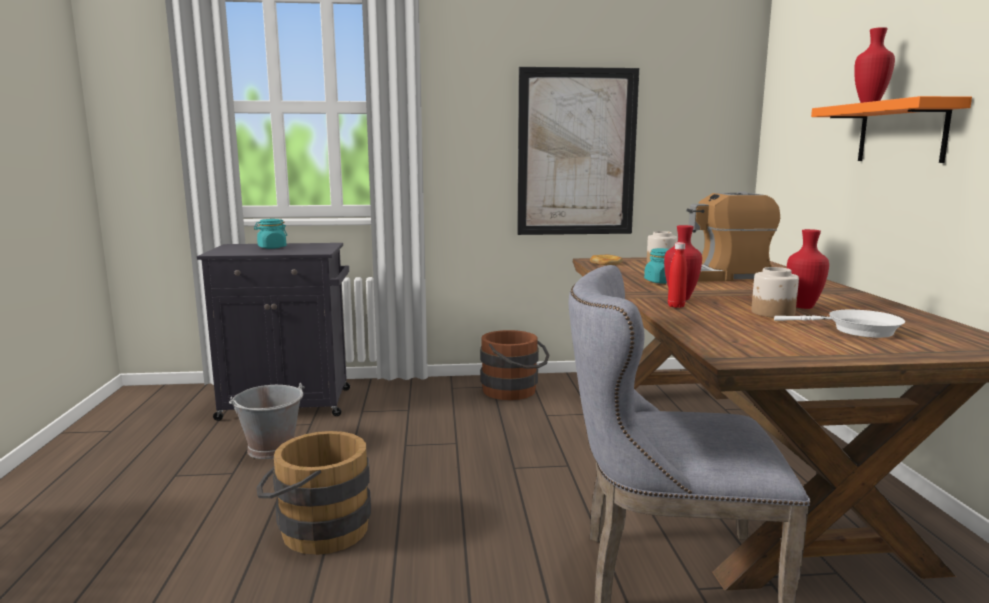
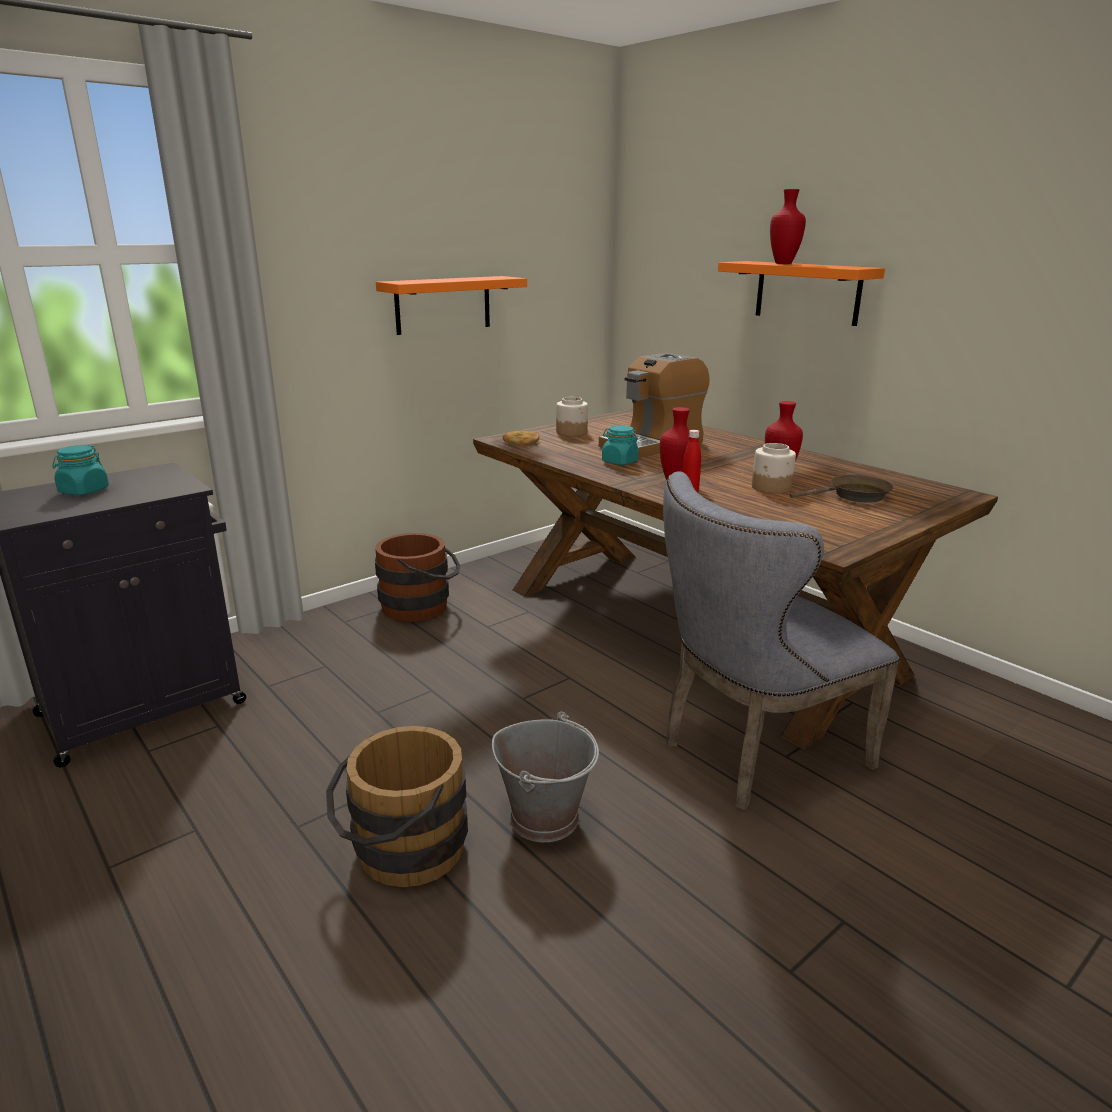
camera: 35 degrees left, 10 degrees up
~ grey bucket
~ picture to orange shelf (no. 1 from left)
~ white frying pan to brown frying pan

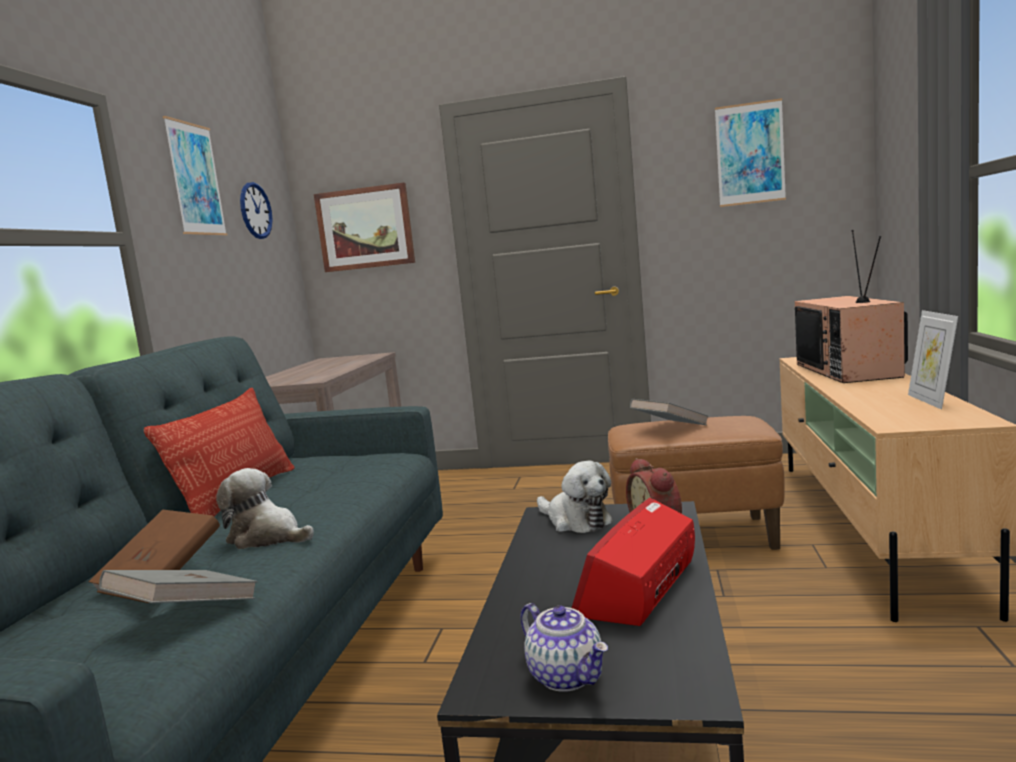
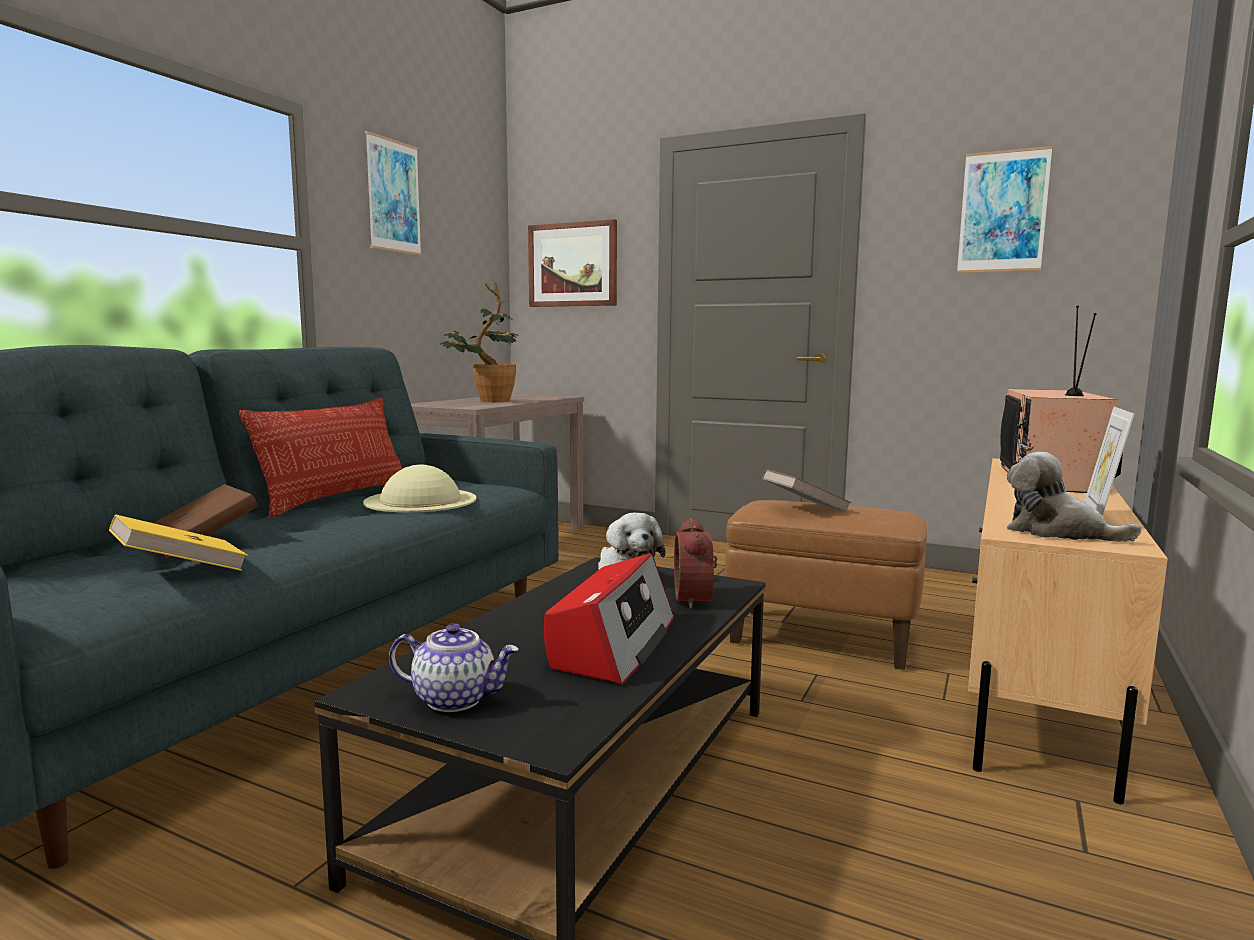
camera: 15 degrees right, 0 degrees up
~ grey book (no. 1 from left) to yellow book
~ plush toy (no. 1 from left in the first image) to plush toy (no. 2 from left)
- wall clock
~ teapot 60 degrees counterclockwise
~ radio 150 degrees clockwise
+ beige hat
+ potted plant

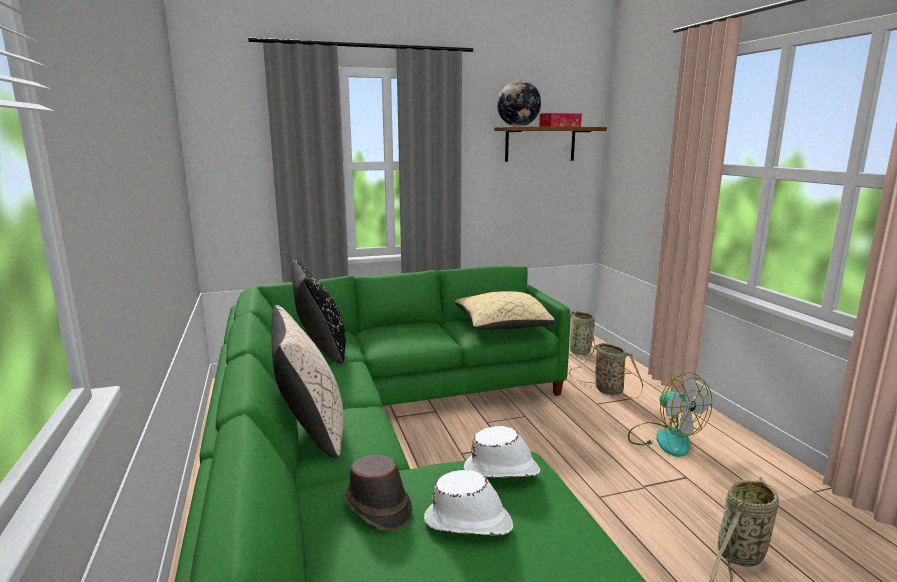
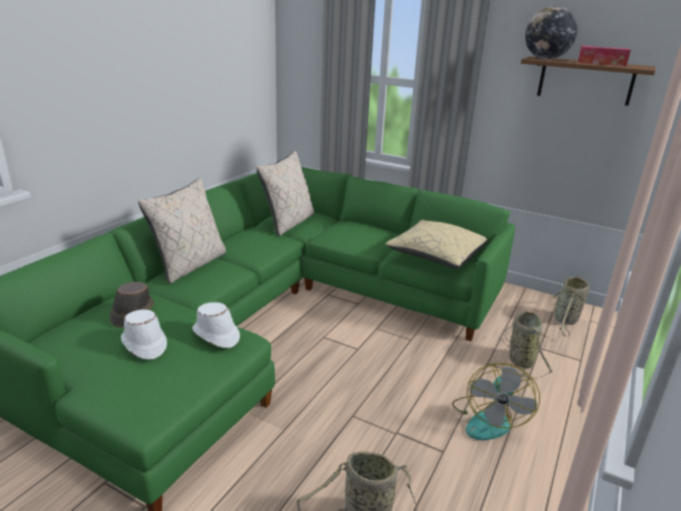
camera: 45 degrees right, 10 degrees up
~ black pillow to beige pillow (no. 2 from left)

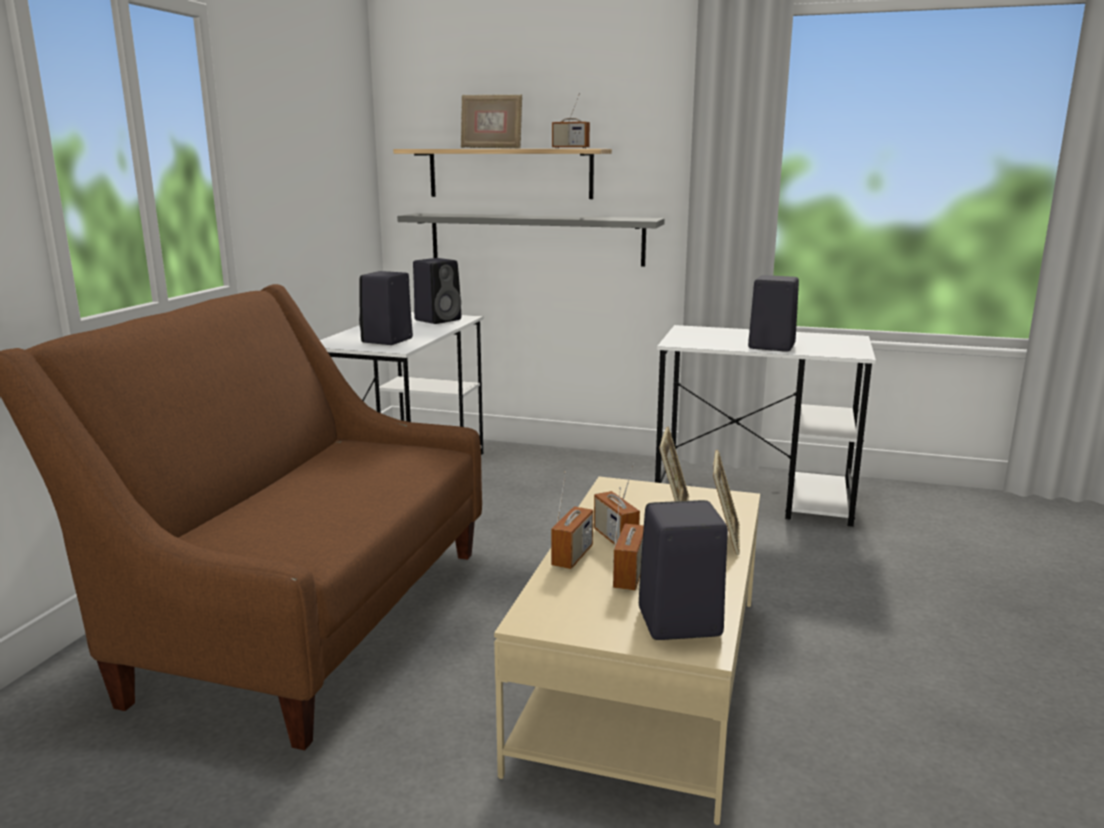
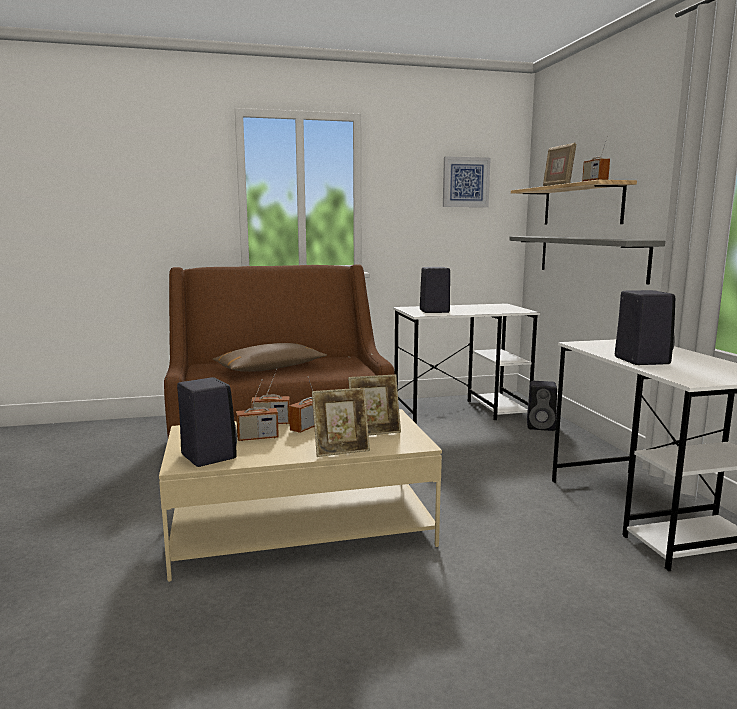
camera: 60 degrees right, 5 degrees down
~ black speaker (no. 2 from left in the first image) to black speaker (no. 3 from left)
+ brown pillow
+ picture

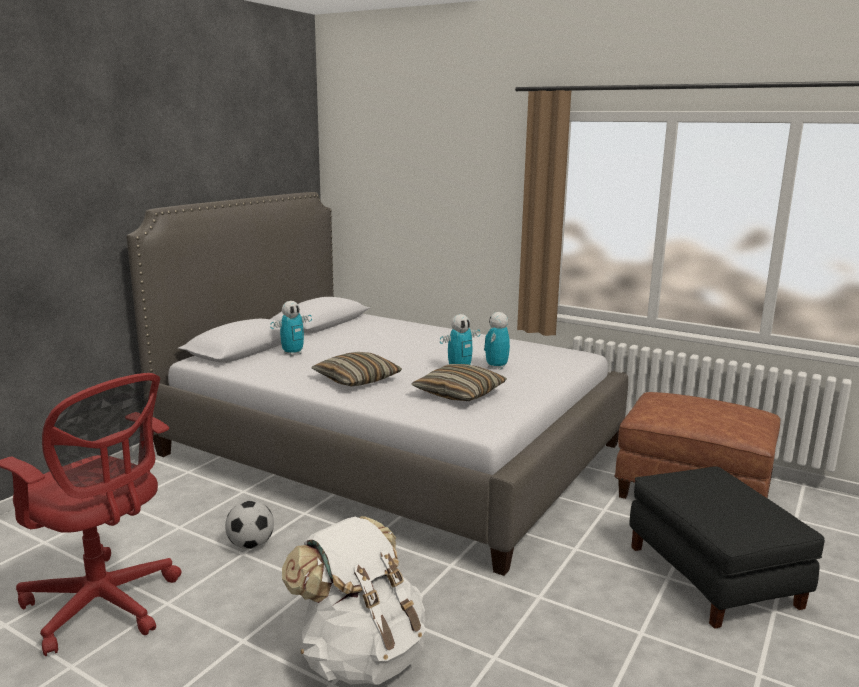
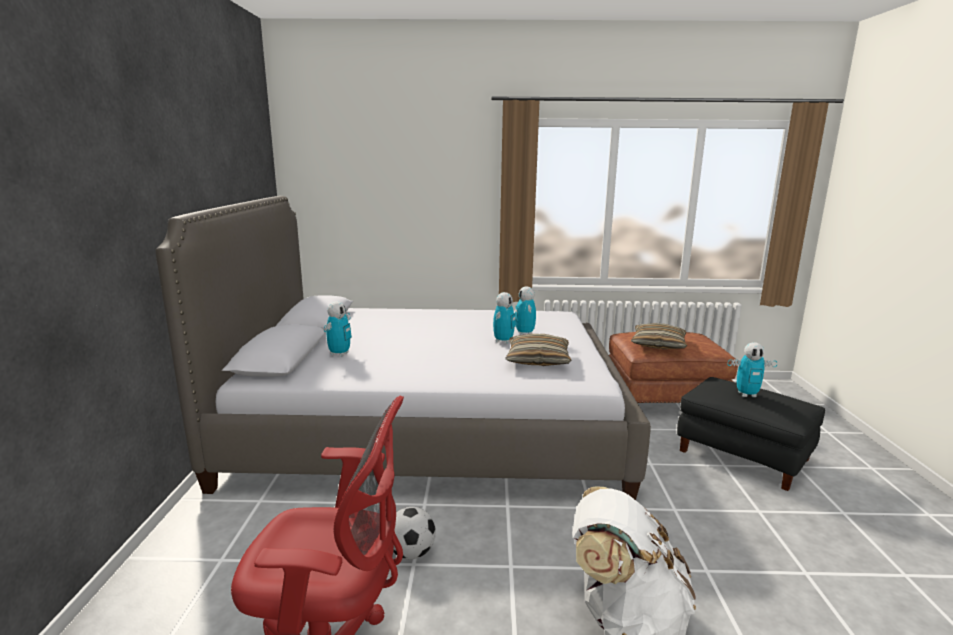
camera: 30 degrees left, 0 degrees up
~ pillow (no. 1 from left in the first image) to pillow (no. 2 from left)
+ toy robot (no. 4 from left)

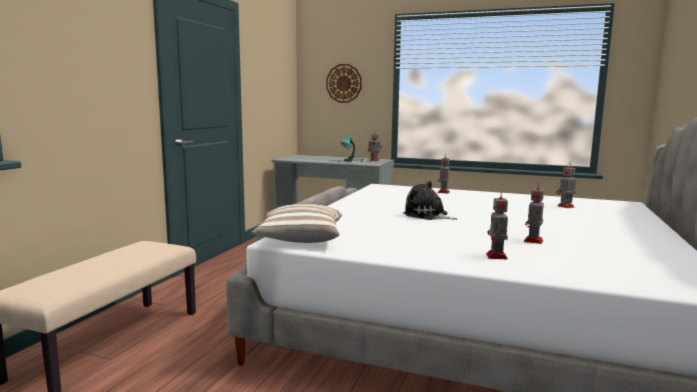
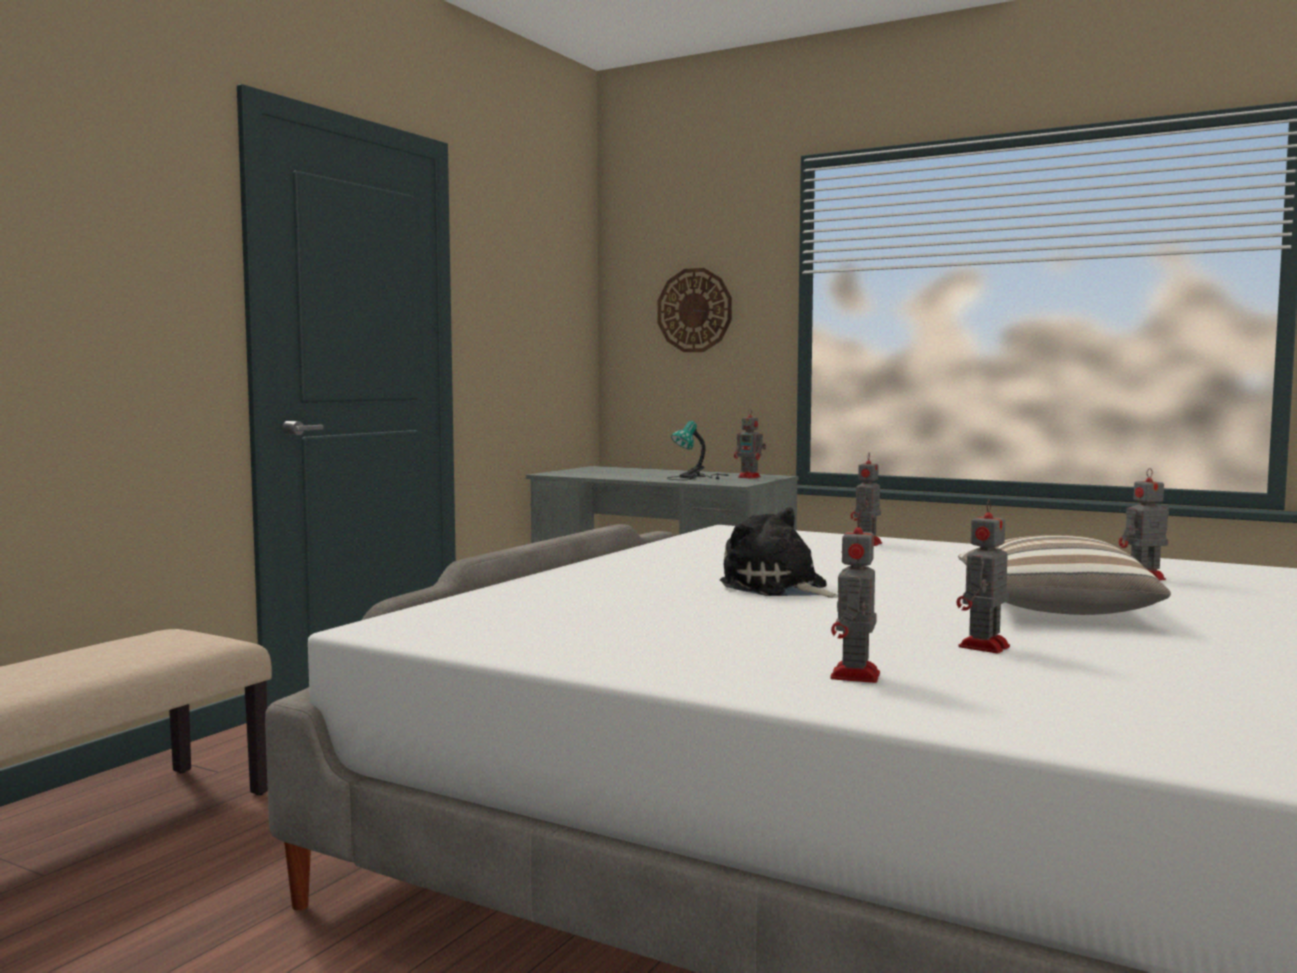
camera: 10 degrees right, 5 degrees down
~ pillow

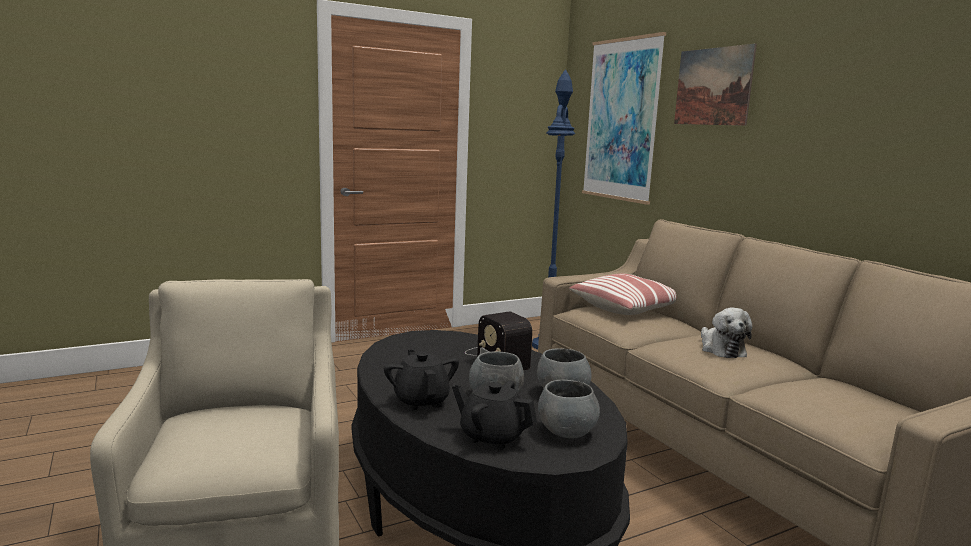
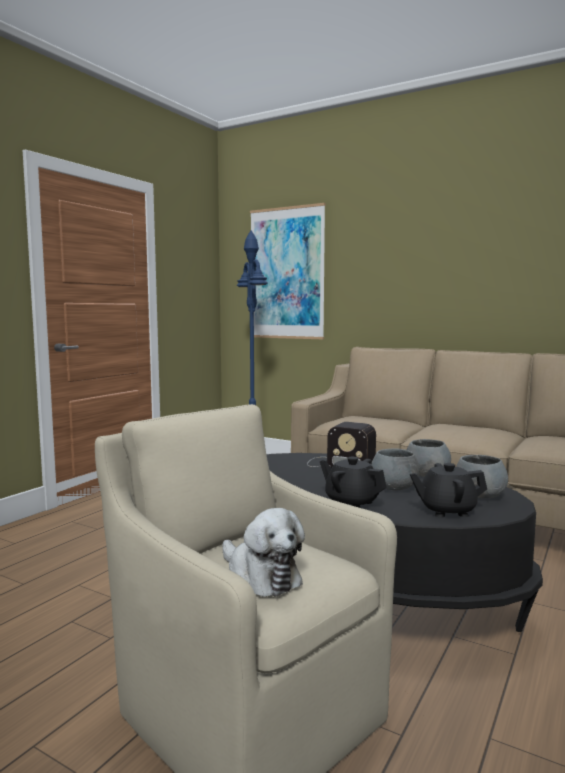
camera: 30 degrees left, 5 degrees down
- pillow
- picture (no. 2 from left)
~ plush toy

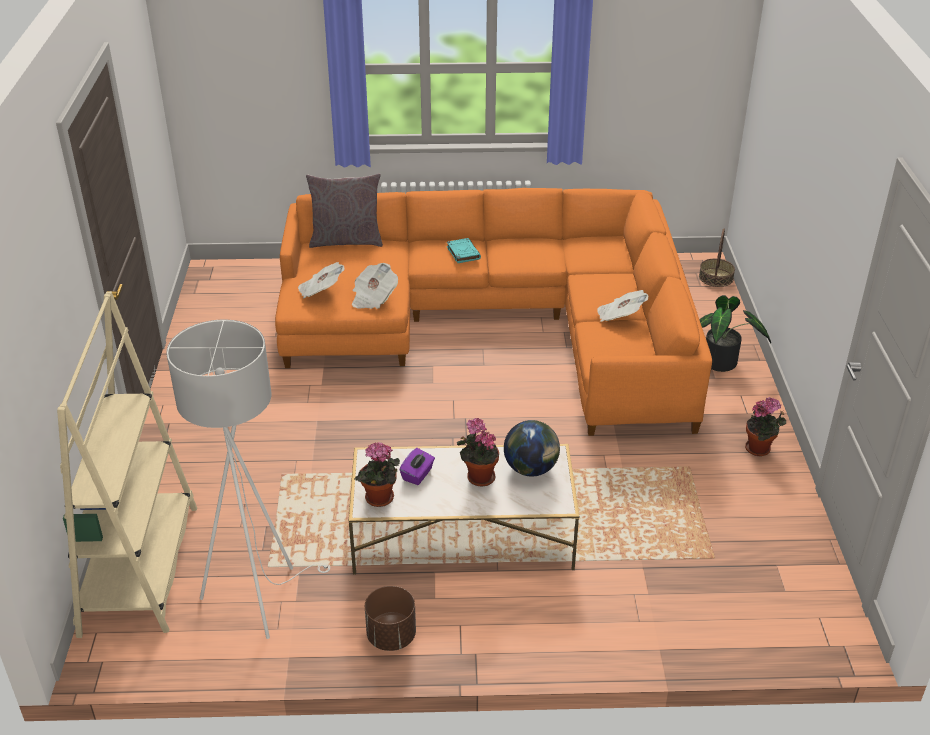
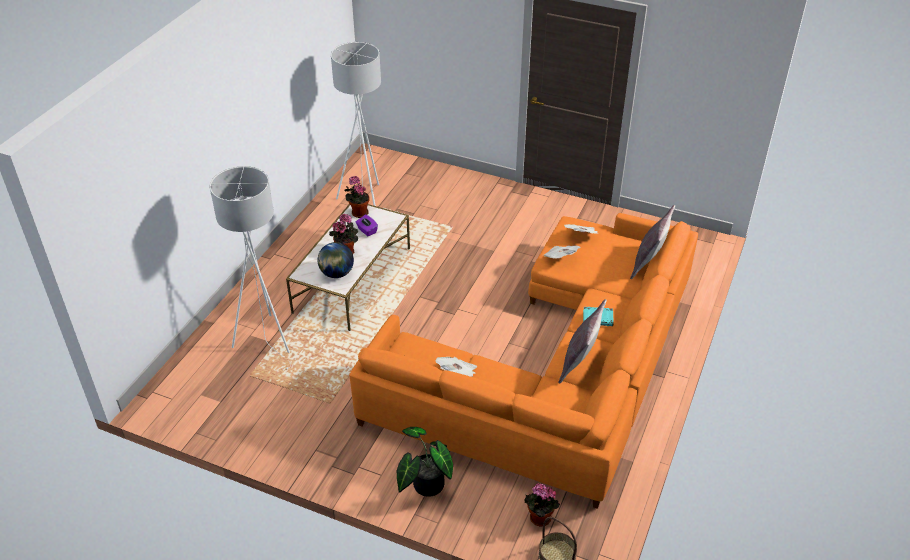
camera: 115 degrees right, 5 degrees up
- beige bookcase
- brown planter
~ potted plant (no. 4 from left)
+ white floor lamp (no. 1 from left)
+ grey pillow (no. 1 from left)

